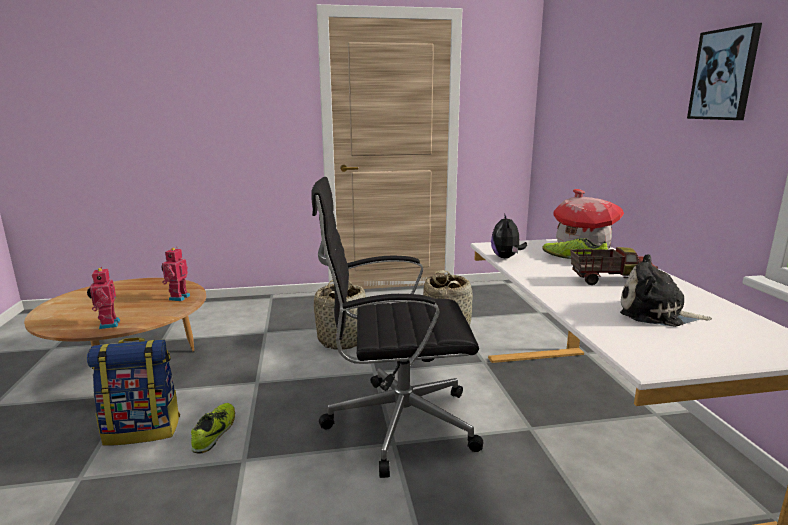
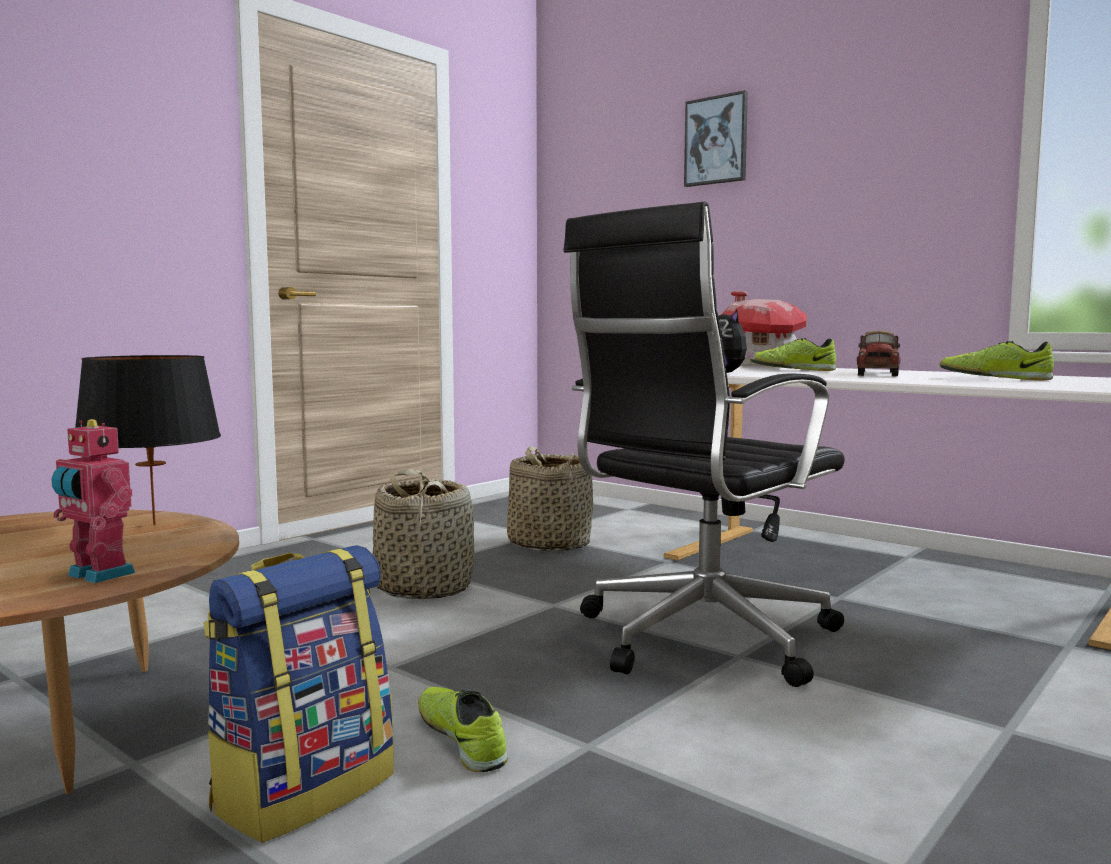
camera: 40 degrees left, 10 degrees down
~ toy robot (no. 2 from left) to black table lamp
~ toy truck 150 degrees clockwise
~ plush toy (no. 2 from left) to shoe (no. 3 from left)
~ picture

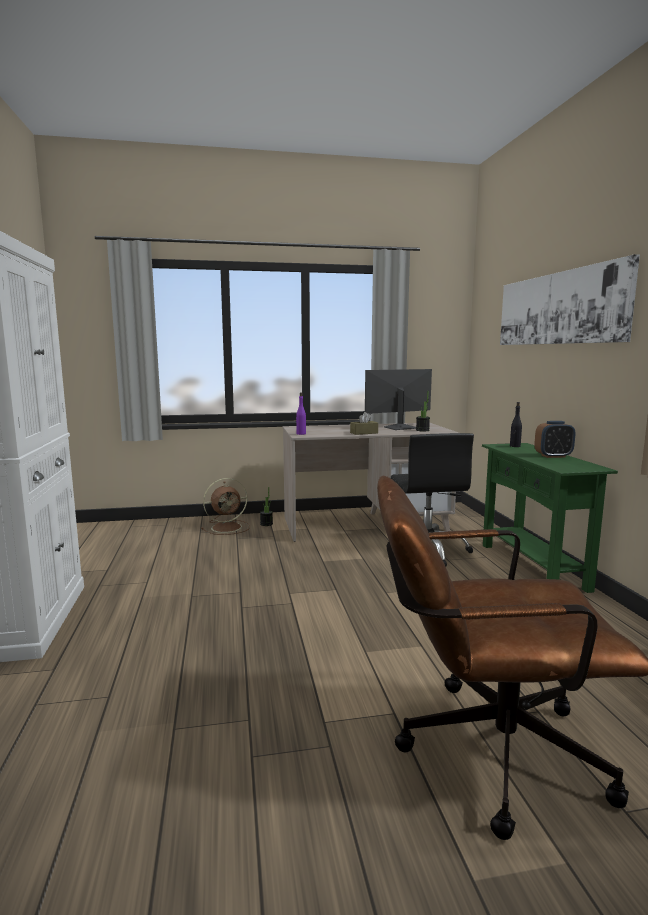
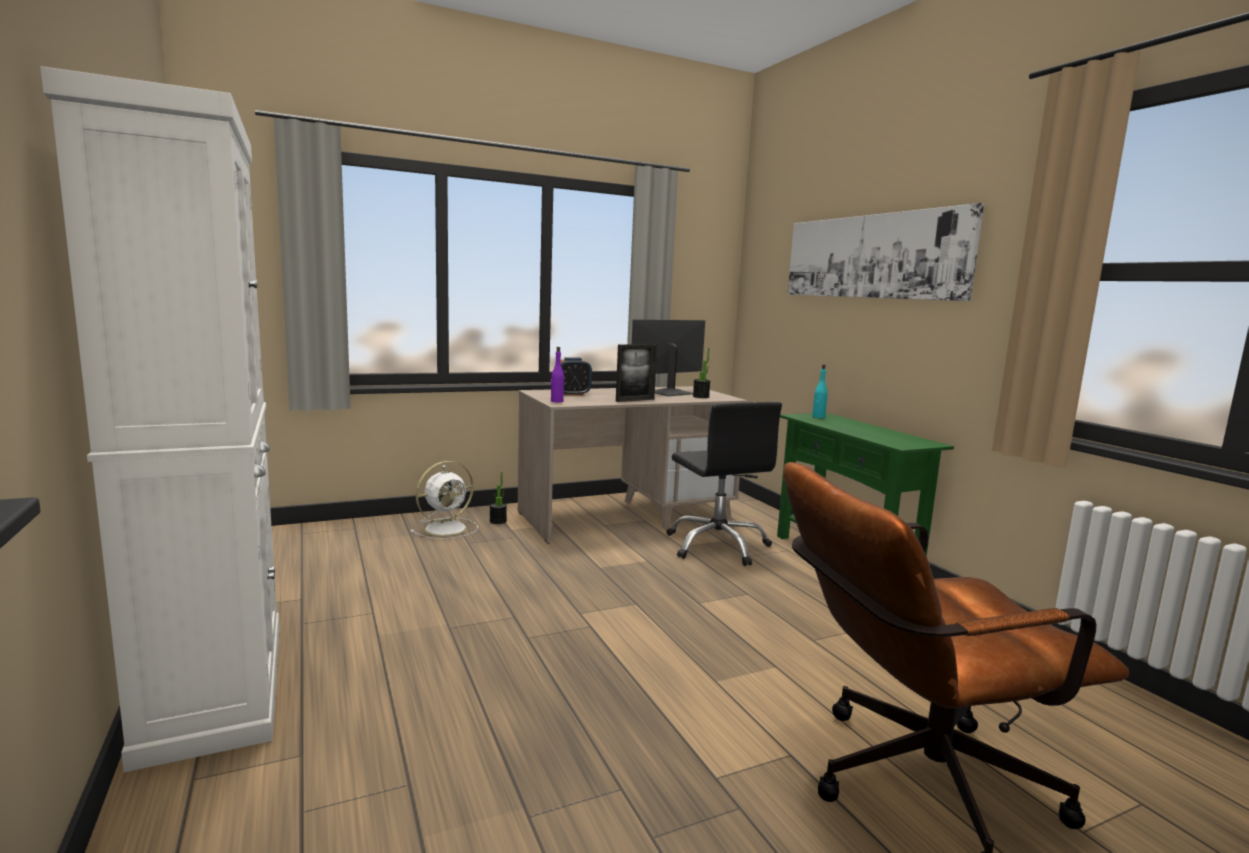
camera: 15 degrees left, 0 degrees up
~ brown fan to white fan
~ brown tissue box to picture frame
~ black bottle to turquoise bottle
~ alarm clock

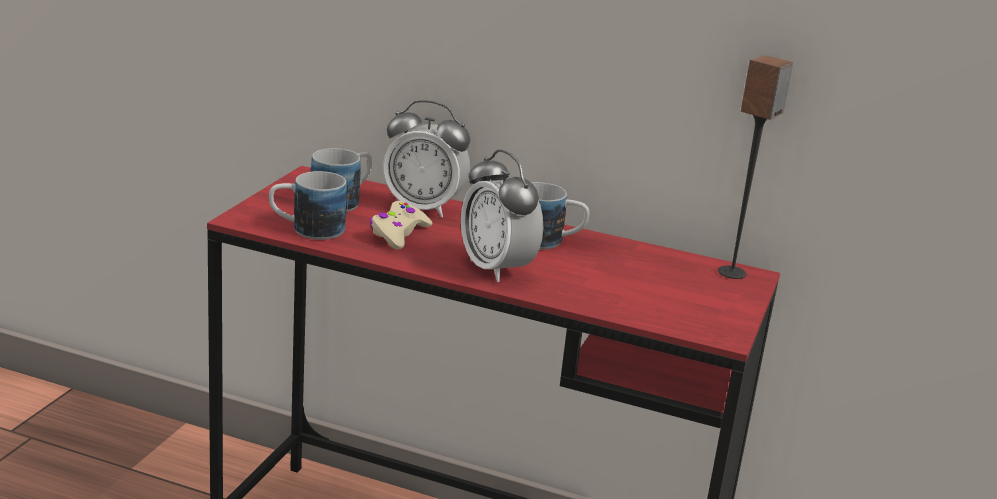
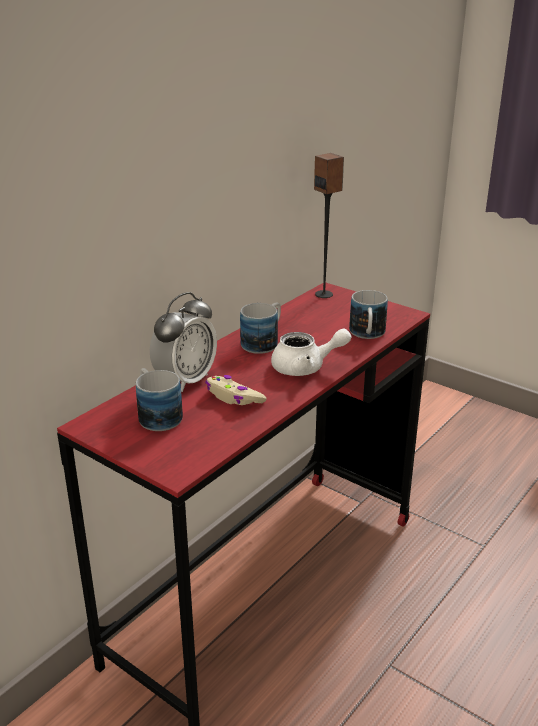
camera: 70 degrees left, 5 degrees up
~ mug (no. 1 from left in the first image) to mug (no. 3 from left)
~ alarm clock (no. 2 from left) to white teapot

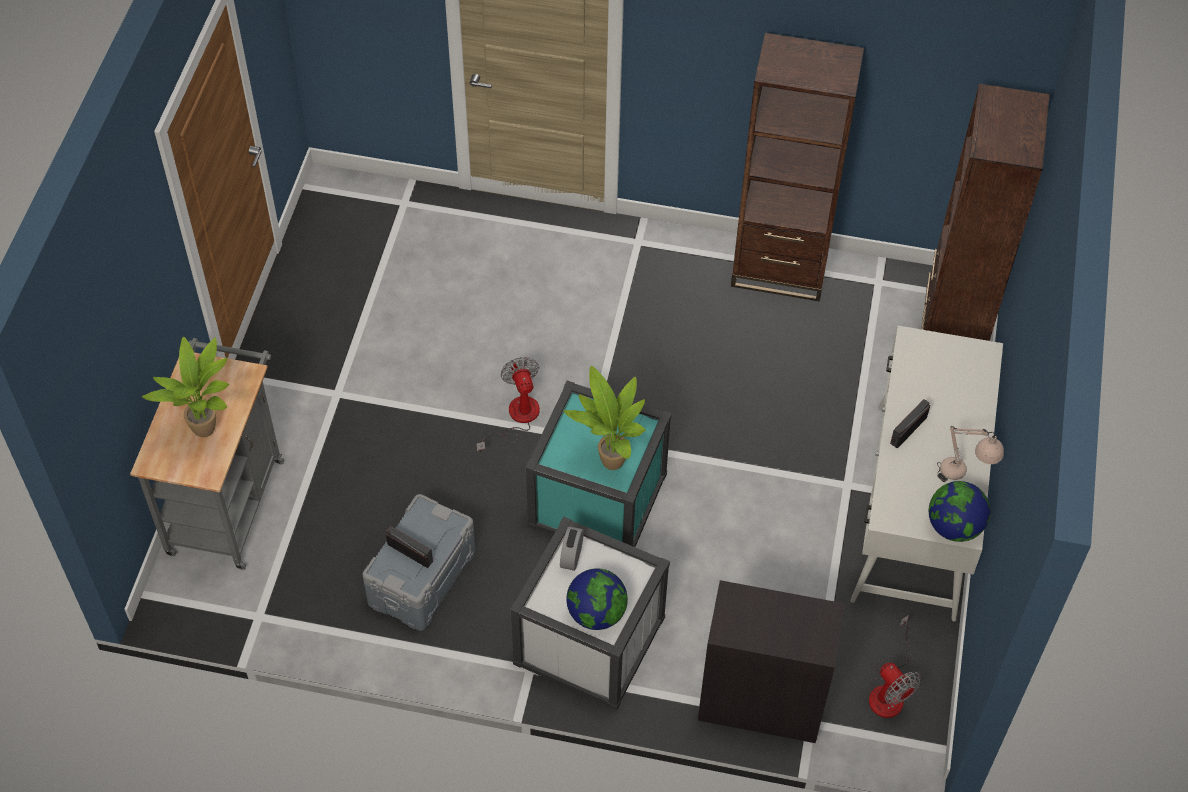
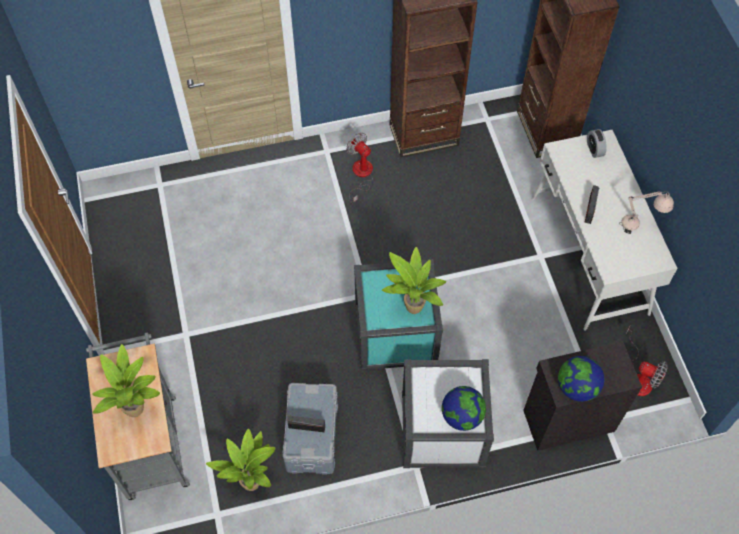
camera: 25 degrees left, 5 degrees up
~ fan (no. 1 from left)
~ alarm clock
~ globe (no. 2 from left)
+ potted plant (no. 2 from left)

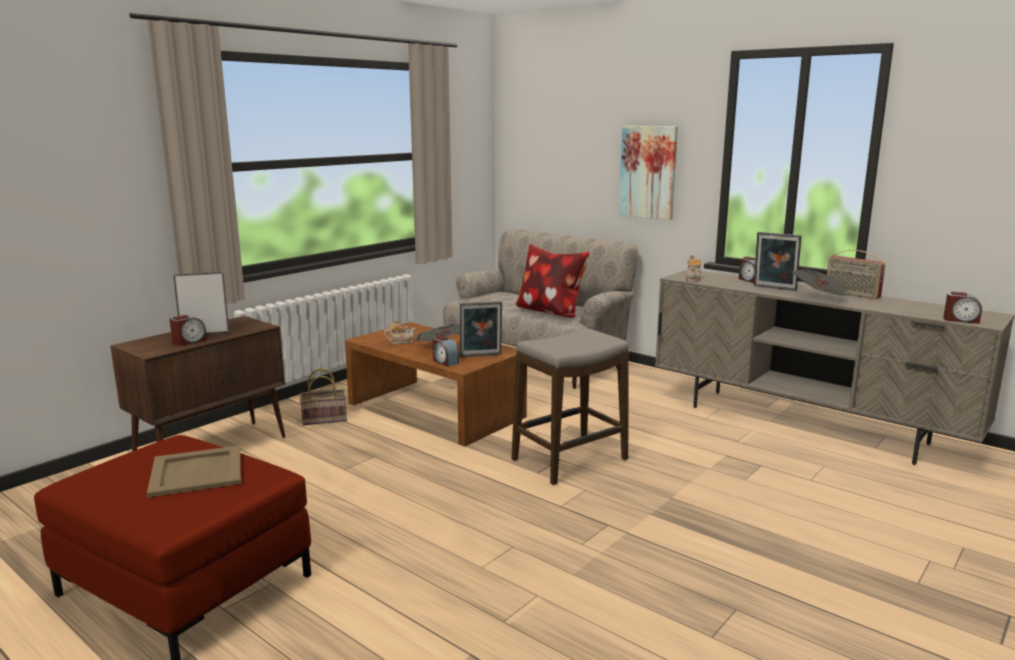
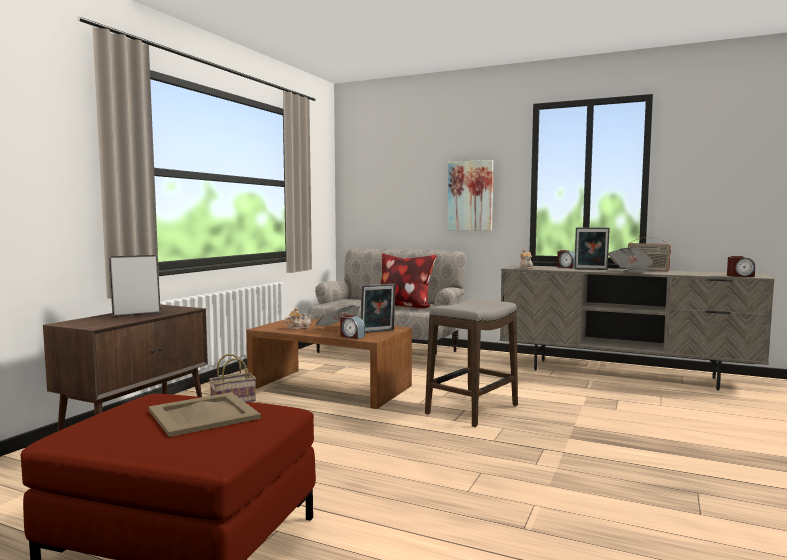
camera: 15 degrees left, 10 degrees down
- alarm clock (no. 1 from left)

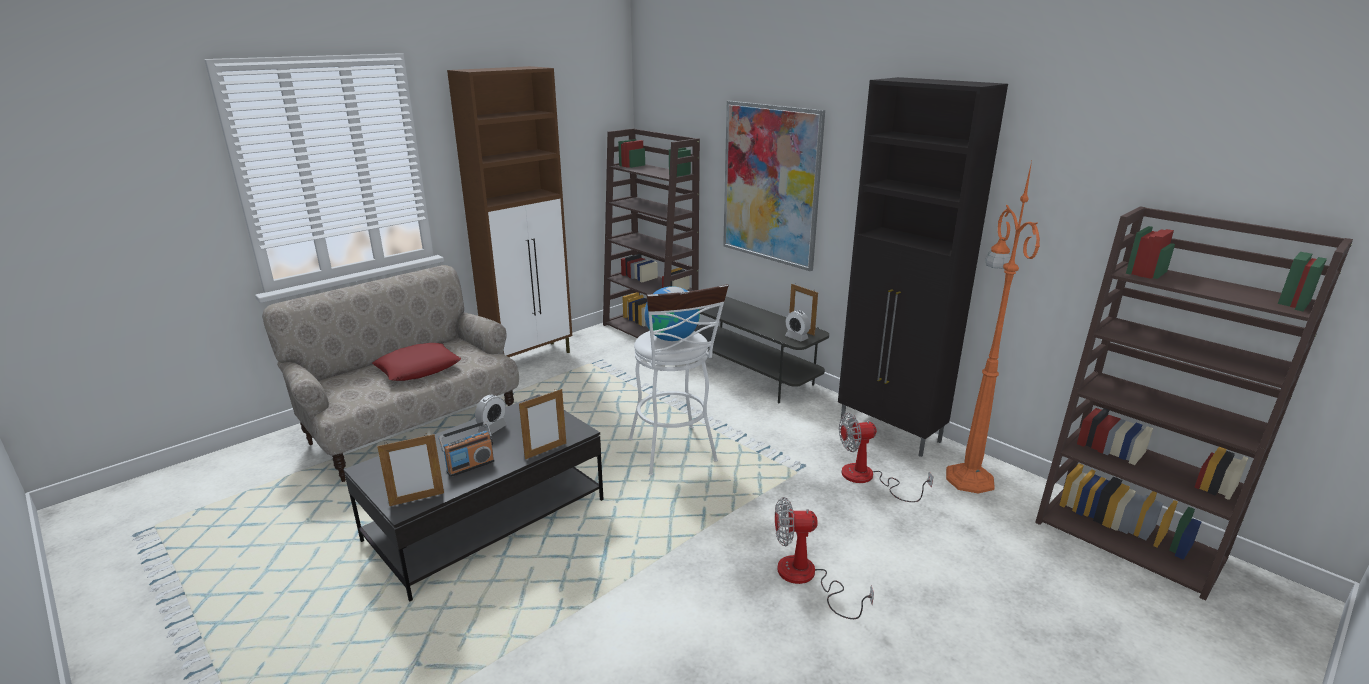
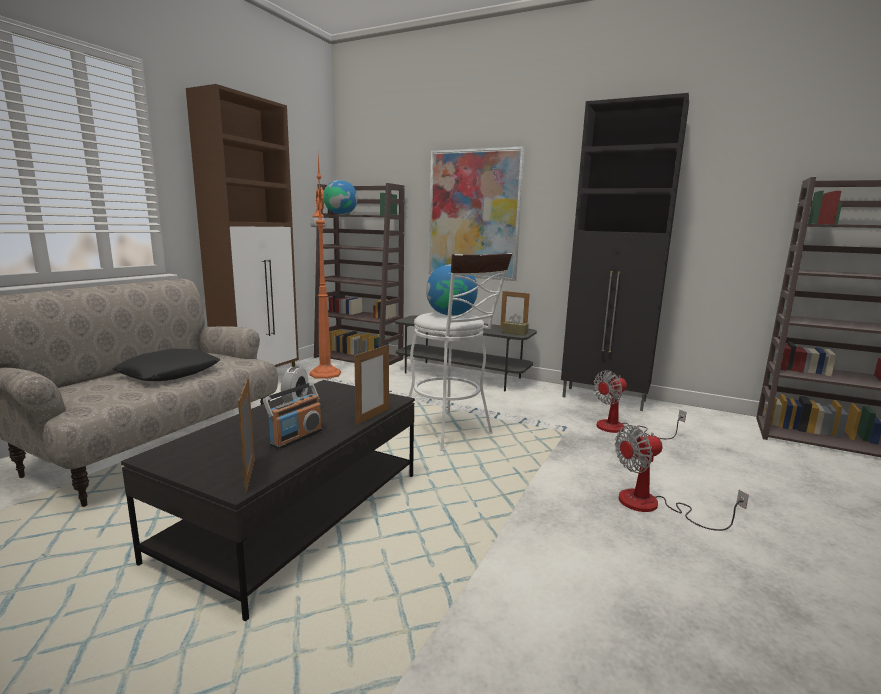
camera: 20 degrees left, 10 degrees down
~ red pillow to black pillow
~ picture frame (no. 1 from left) 120 degrees clockwise
~ alarm clock (no. 2 from left) to brown tissue box
~ orange floor lamp
+ globe (no. 1 from left)

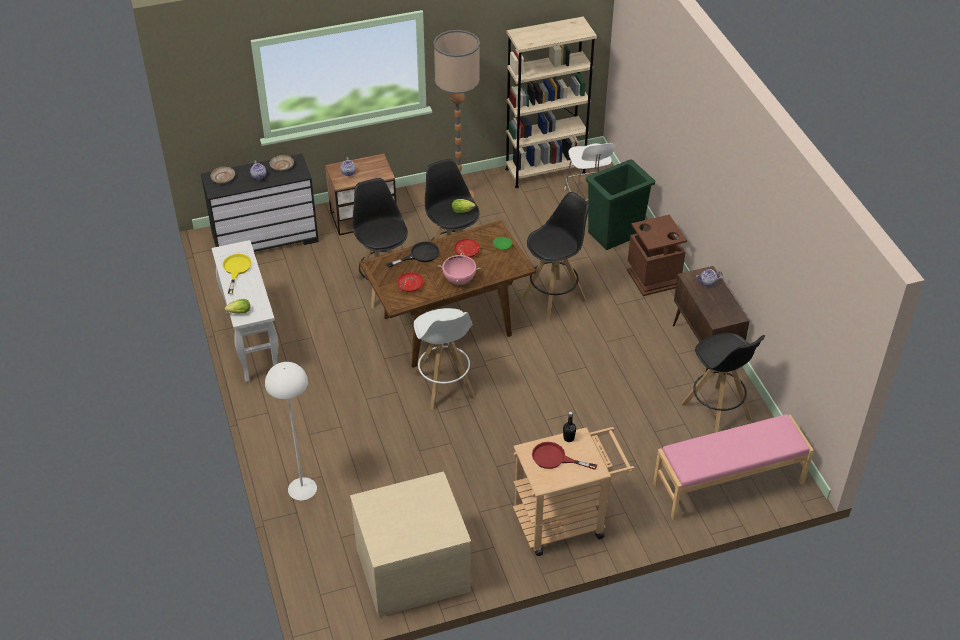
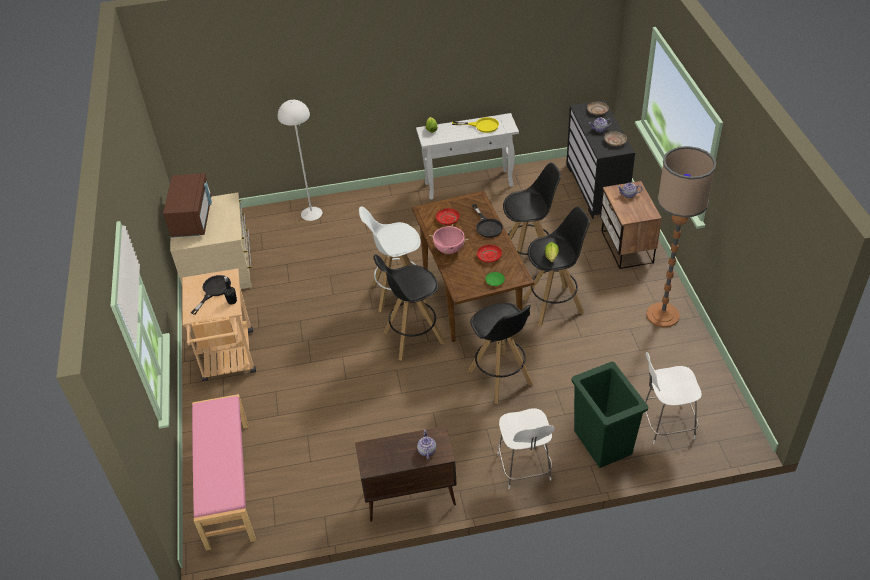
camera: 100 degrees right, 0 degrees up
- beige bookcase
~ red frying pan to black frying pan (no. 1 from left)
~ brown trash can to white chair (no. 1 from left)
~ black stool (no. 4 from left in the first image) to black stool (no. 1 from left)
+ brown microwave

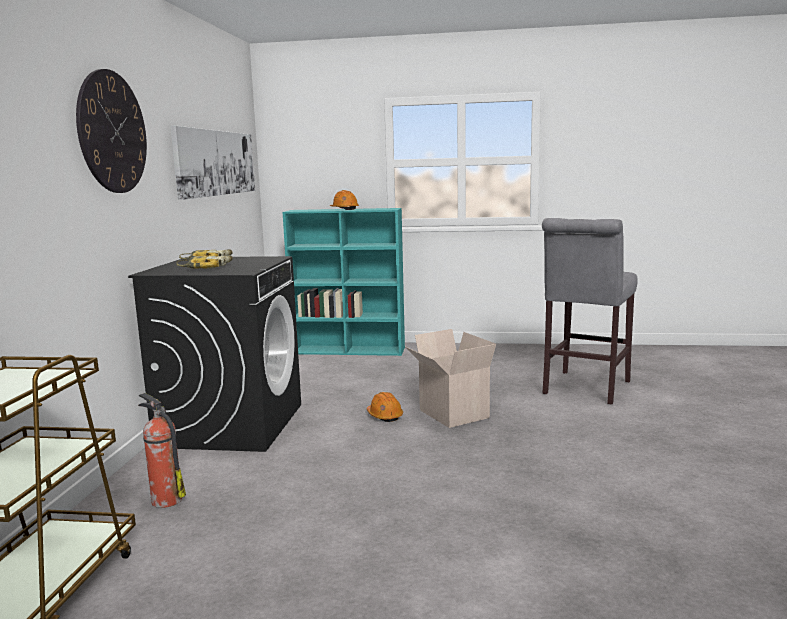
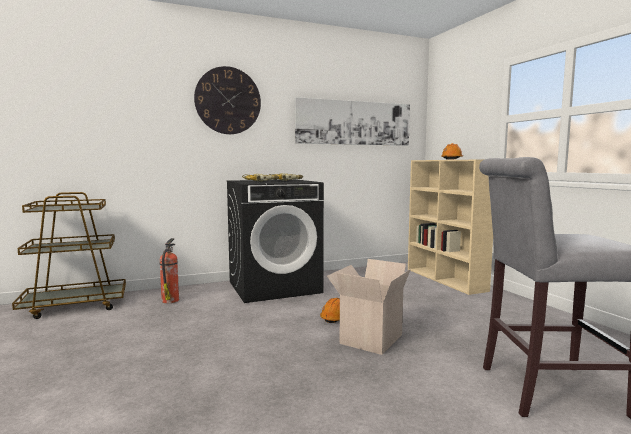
camera: 60 degrees right, 5 degrees down
~ turquoise bookcase to beige bookcase

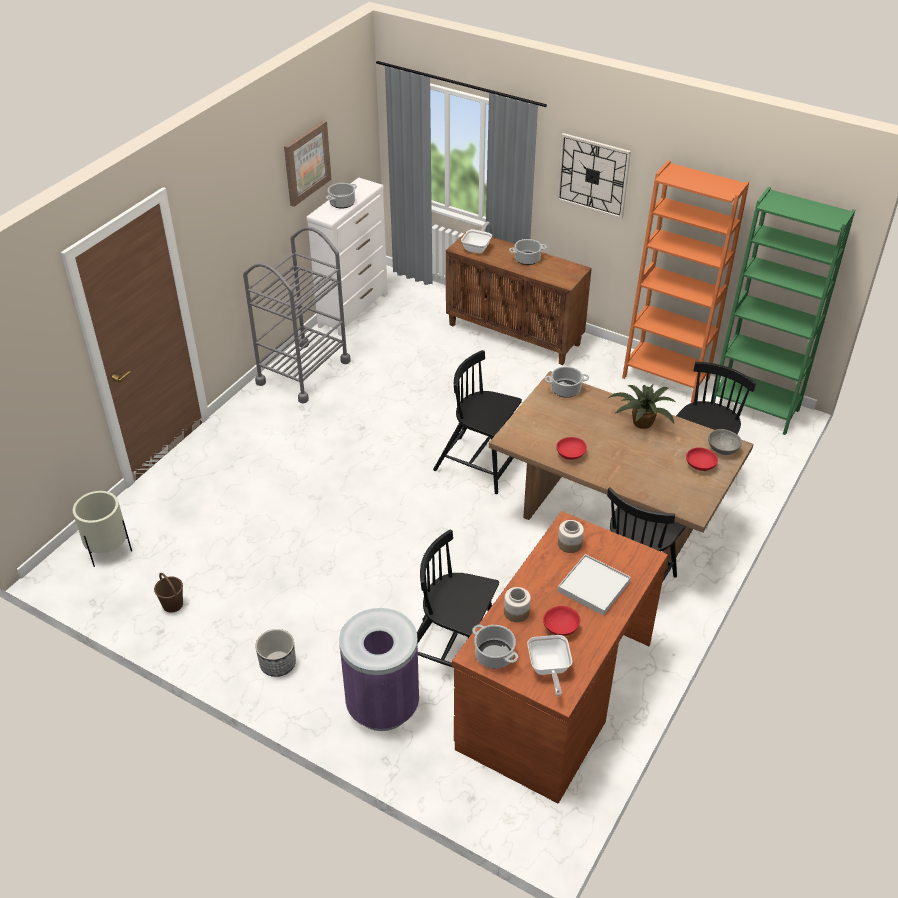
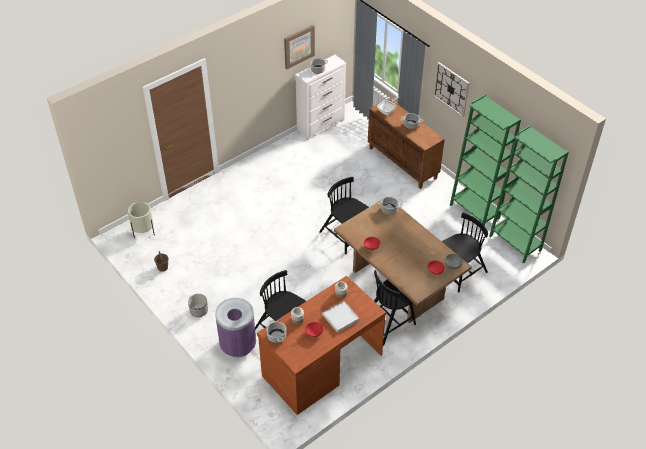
camera: 20 degrees right, 5 degrees up
- grey cart
- frying pan (no. 2 from left)
- potted plant
~ orange bookcase to green bookcase (no. 1 from left)

